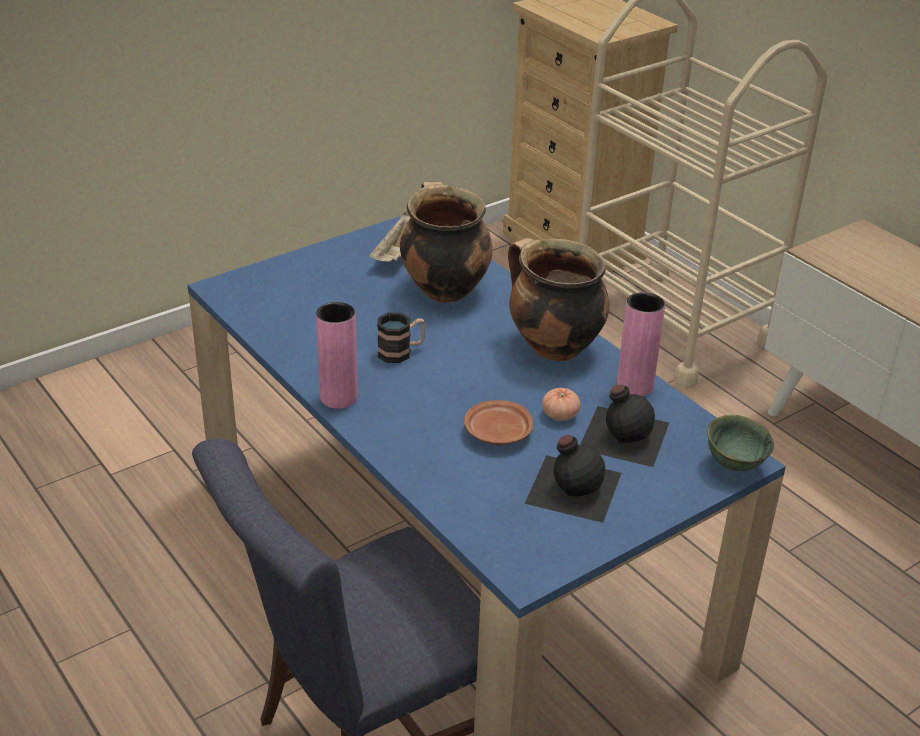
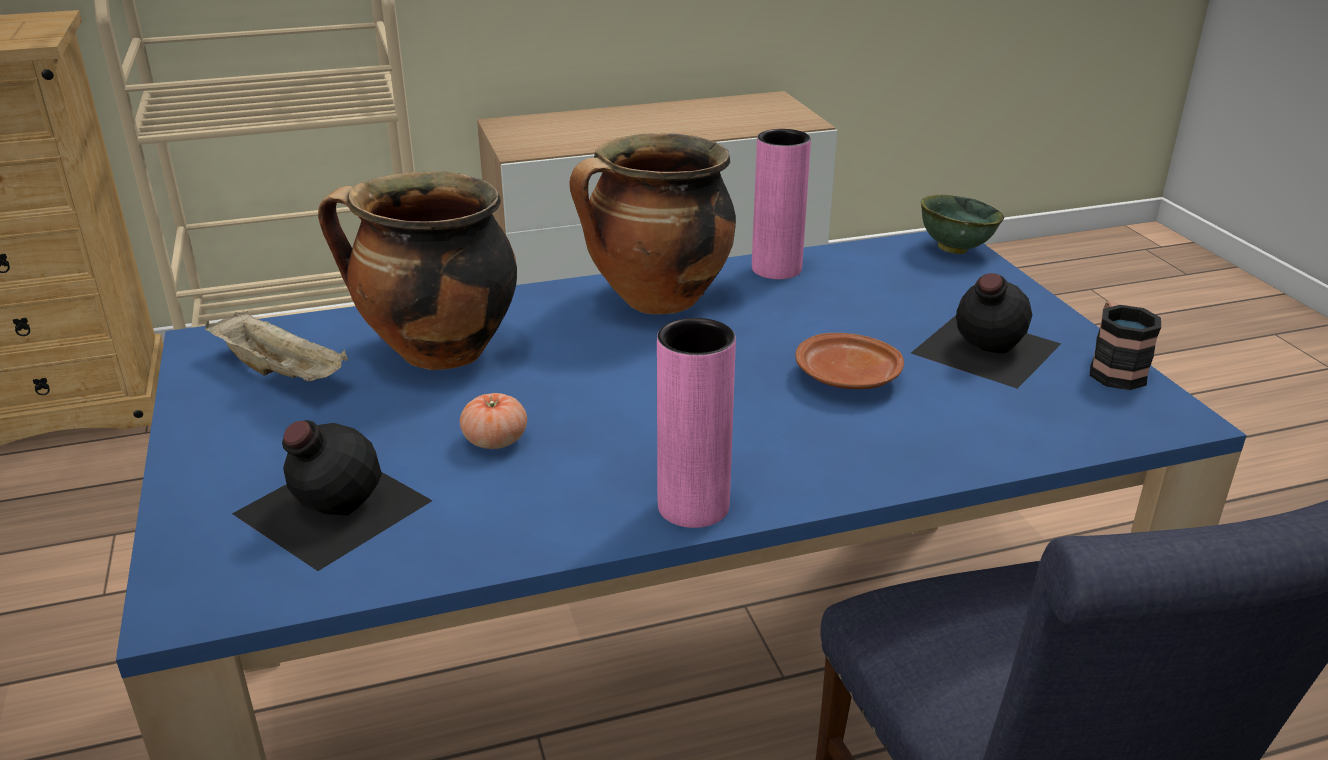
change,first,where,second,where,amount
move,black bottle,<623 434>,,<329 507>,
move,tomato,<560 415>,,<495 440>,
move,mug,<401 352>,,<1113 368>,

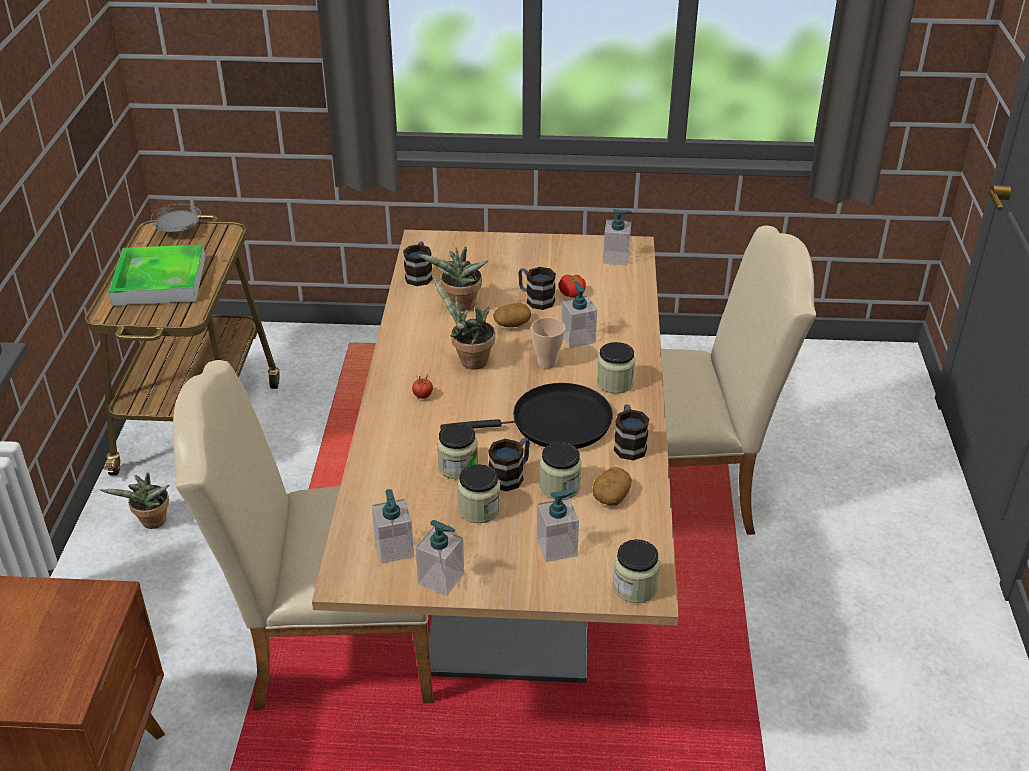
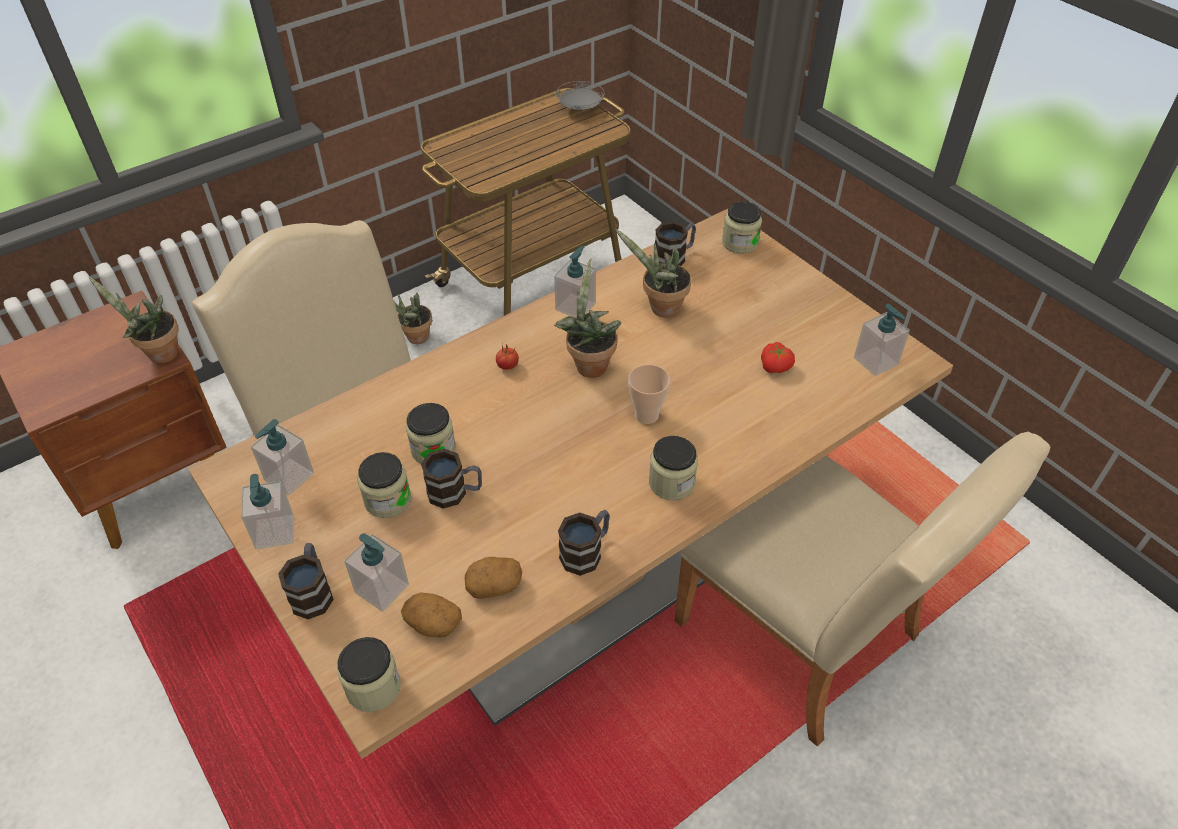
change,first,where,second,where,amount
insert,,,potted plant,<159 354>,
move,mug,<535 299>,,<313 591>,
move,potato,<512 324>,,<432 623>,
move,soap dispenser,<578 338>,,<575 306>,
move,jar,<559 487>,,<740 243>,
delete,tray,<160 280>,,,
delete,black frying pan,<554 423>,,,

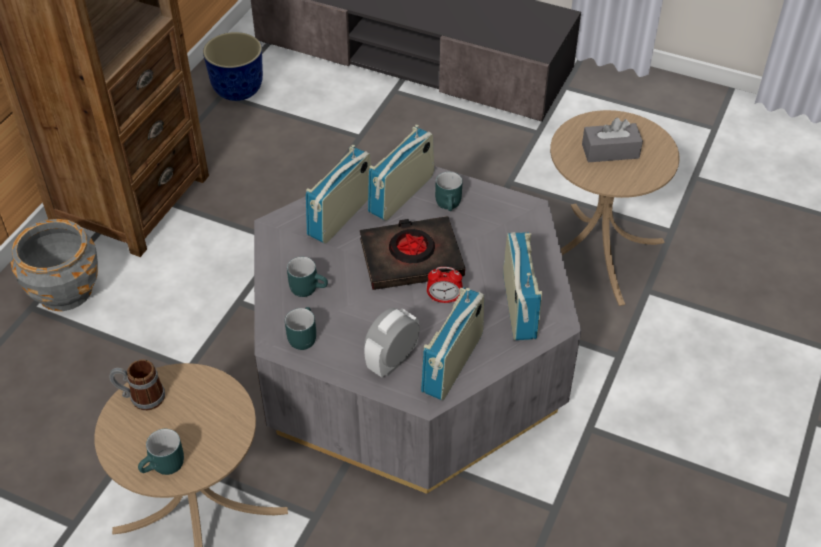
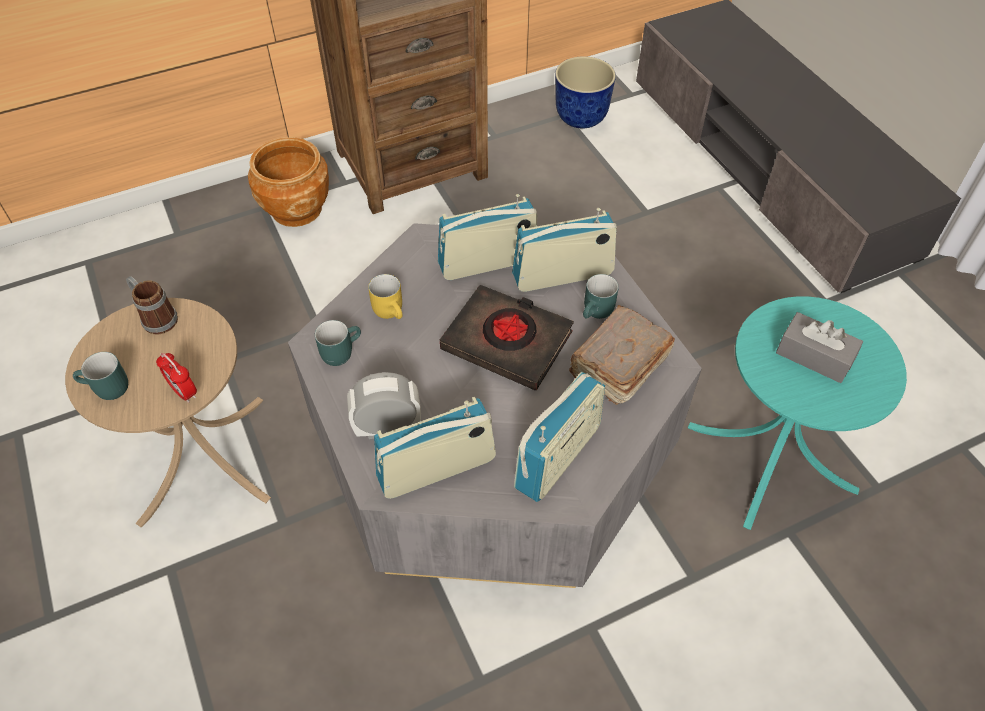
change,first,where,second,where,amount
move,alarm clock,<444 299>,,<184 392>,
recolor,grey planter,<65 290>,brown planter,<297 209>,
recolor,turquoise mug,<308 287>,yellow mug,<392 311>,
insert,,,brown book,<618 366>,
recolor,beige side table,<596 252>,turquoise side table,<771 457>,

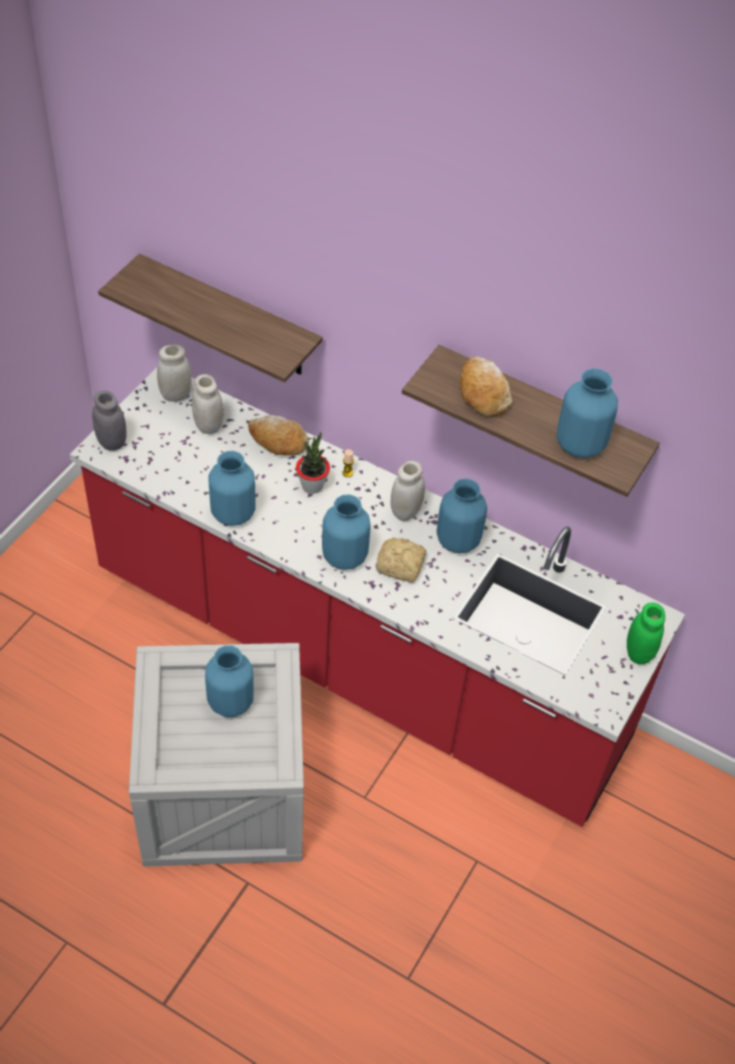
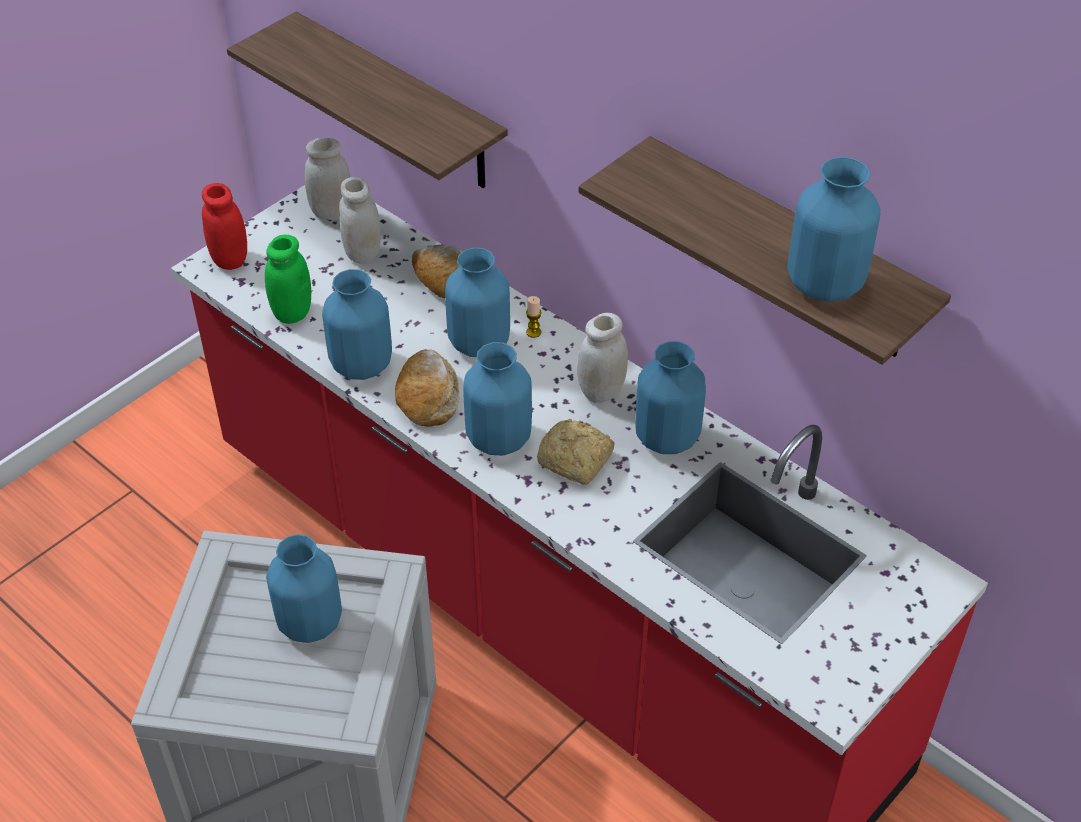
change,first,where,second,where,amount
recolor,grey jar,<112 442>,red jar,<230 259>,
move,green jar,<638 653>,,<292 312>,
move,bread,<482 393>,,<428 396>,
replace,potted plant,<312 485>,blue vase,<480 342>,

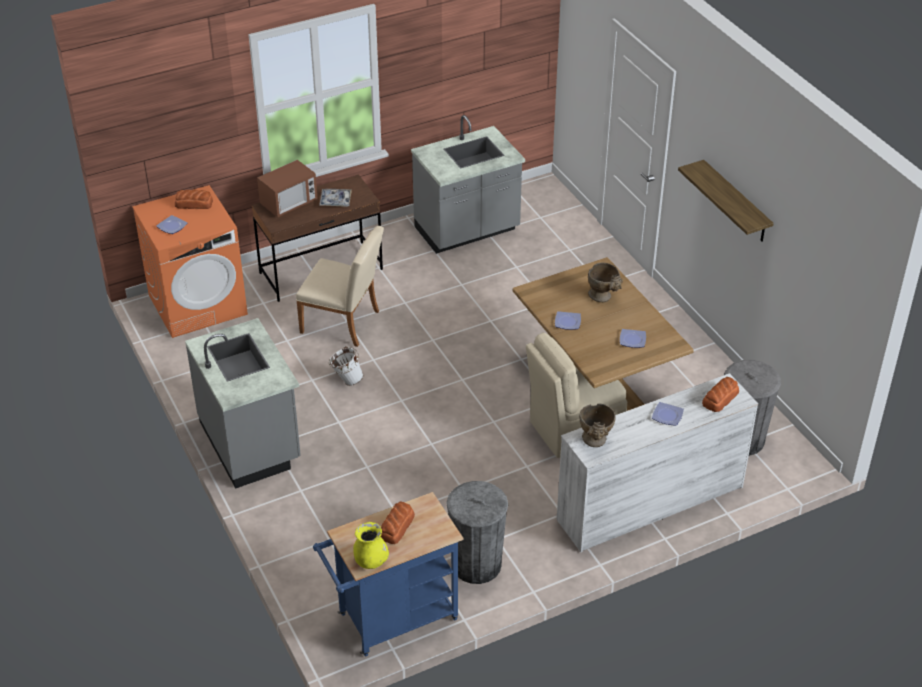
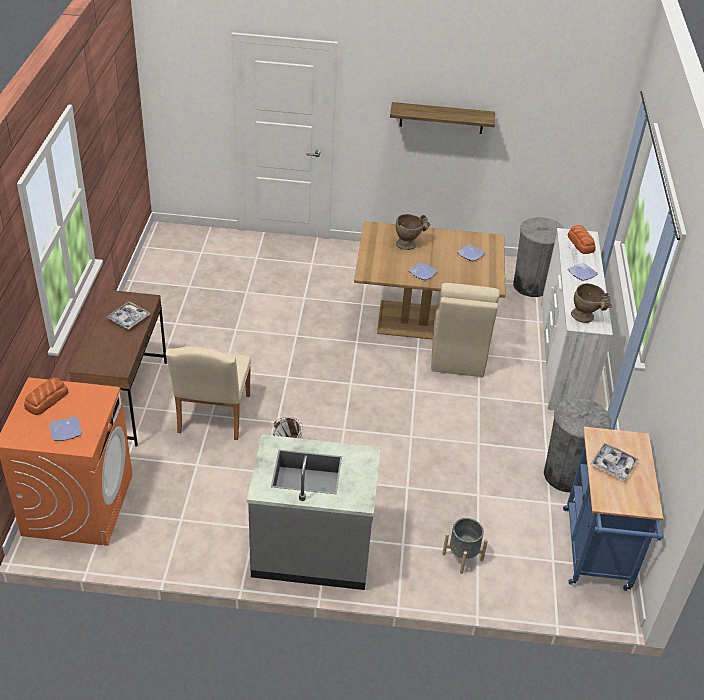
change,first,where,second,where,amount
rotate,beige chair,<345 323>,,<212 417>,135 degrees clockwise
insert,,,grey planter,<463 557>,
replace,bread,<397 526>,tray,<613 465>,
delete,microwave,<289 204>,,,
delete,yellow vase,<370 561>,,,
delete,grey counter,<467 231>,,,

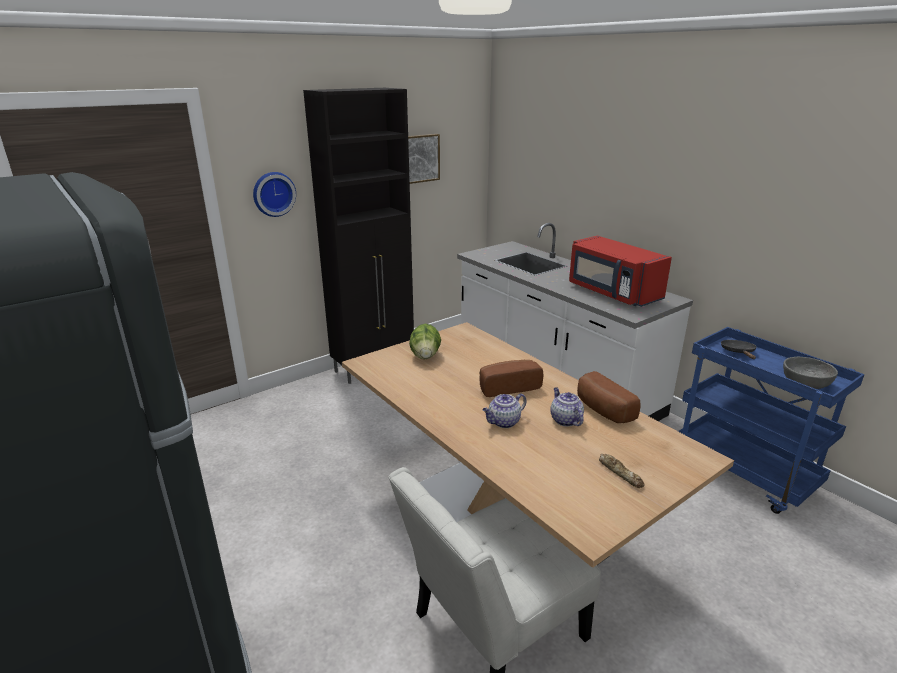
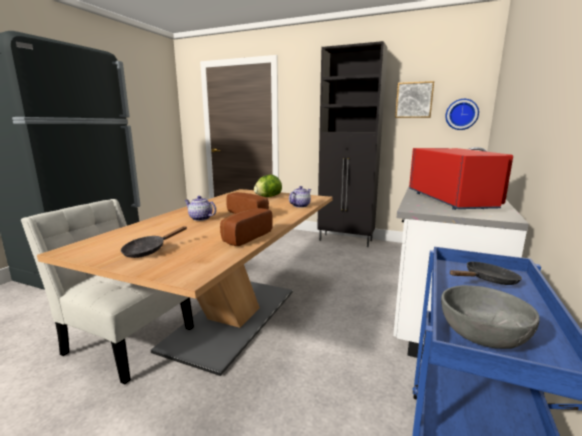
change,first,where,second,where,amount
replace,bread,<620 473>,black frying pan,<148 251>,
move,teapot,<565 420>,,<300 206>,
rotate,red microwave,<612 293>,,<452 200>,150 degrees clockwise
move,wall clock,<273 193>,,<461 114>,

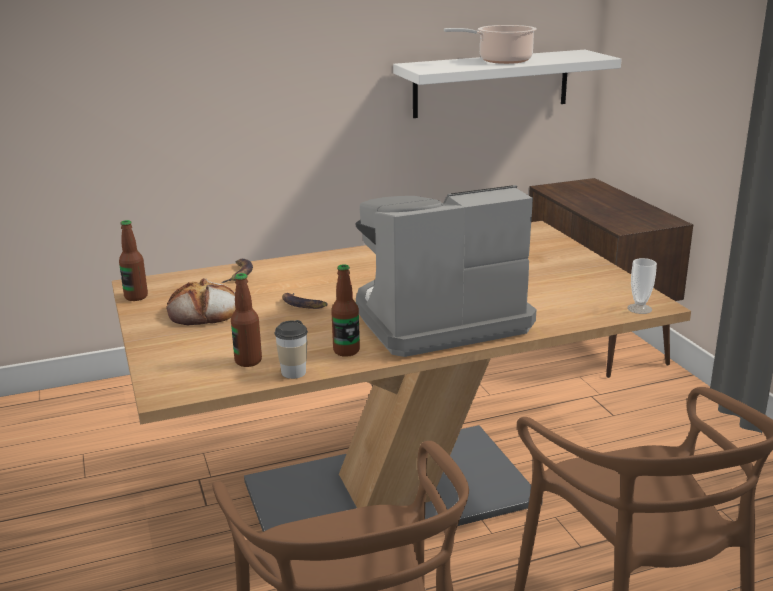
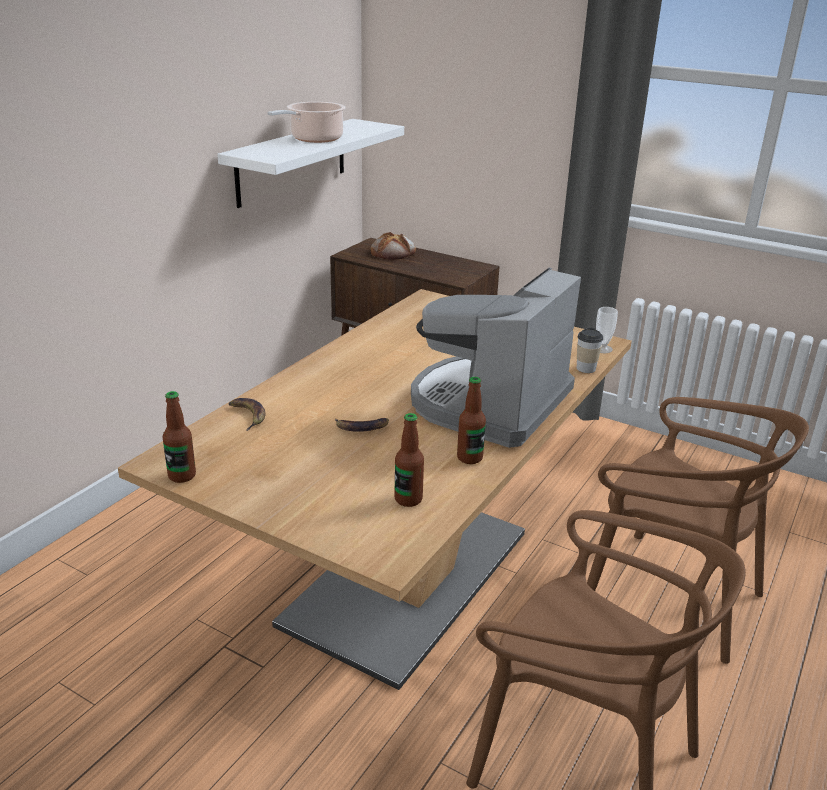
change,first,where,second,where,amount
move,bread,<205 311>,,<393 252>,
move,cup,<293 372>,,<586 368>,

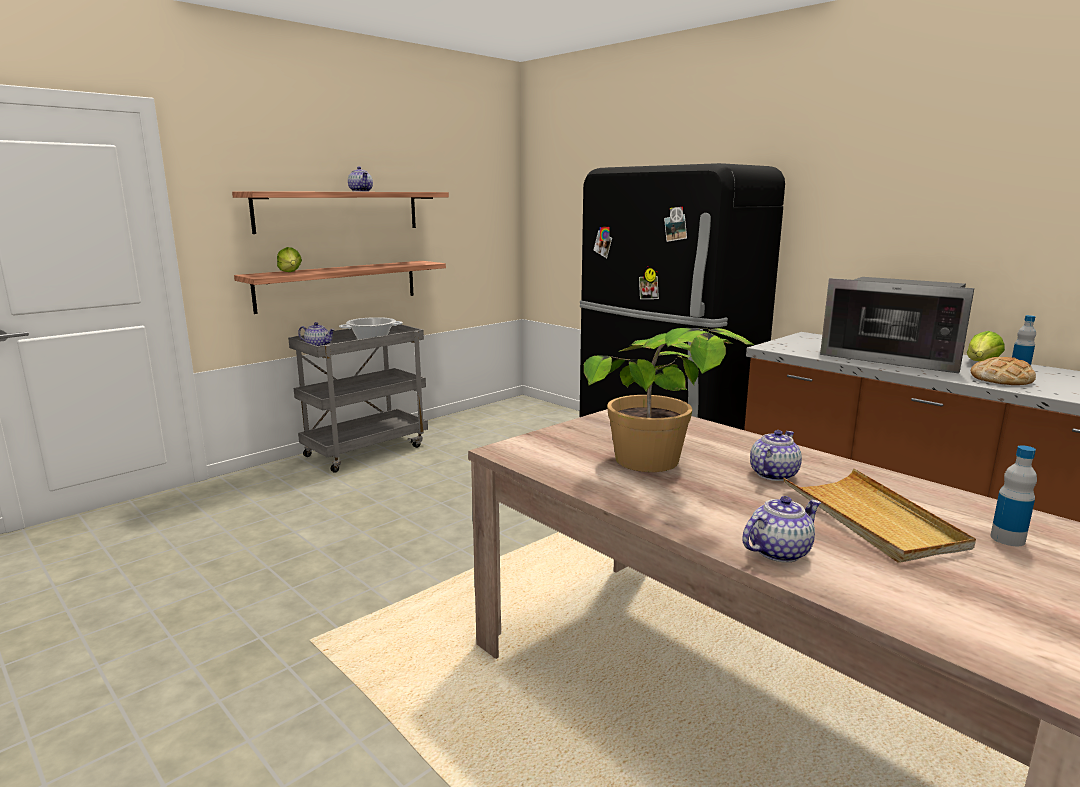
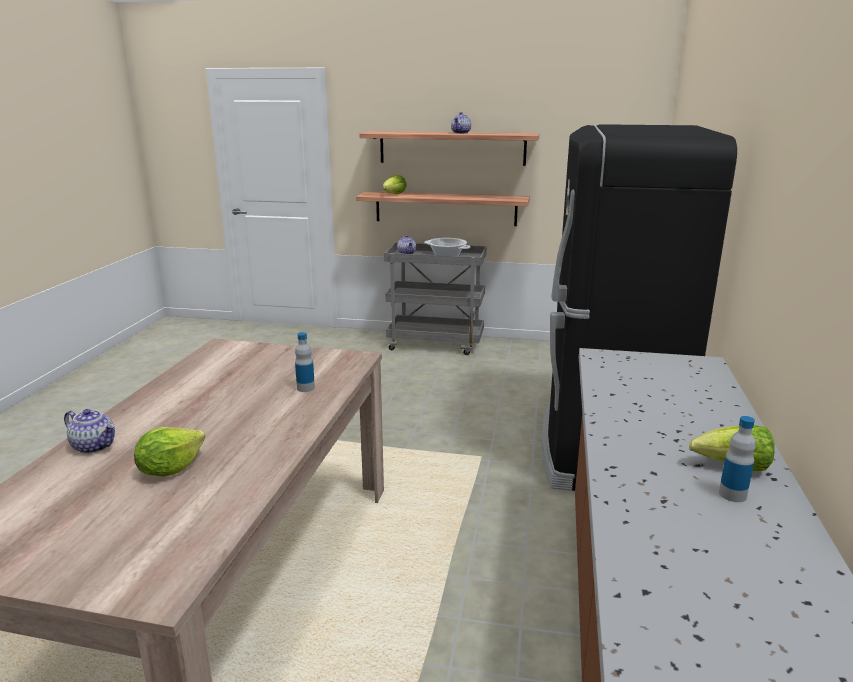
change,first,where,second,where,amount
replace,beige tray,<871 519>,lettuce,<170 469>,
move,bottle,<1007 539>,,<305 388>,
delete,potted plant,<658 473>,,,
delete,teapot,<772 475>,,,
delete,microwave,<893 357>,,,
delete,bread,<1001 379>,,,

